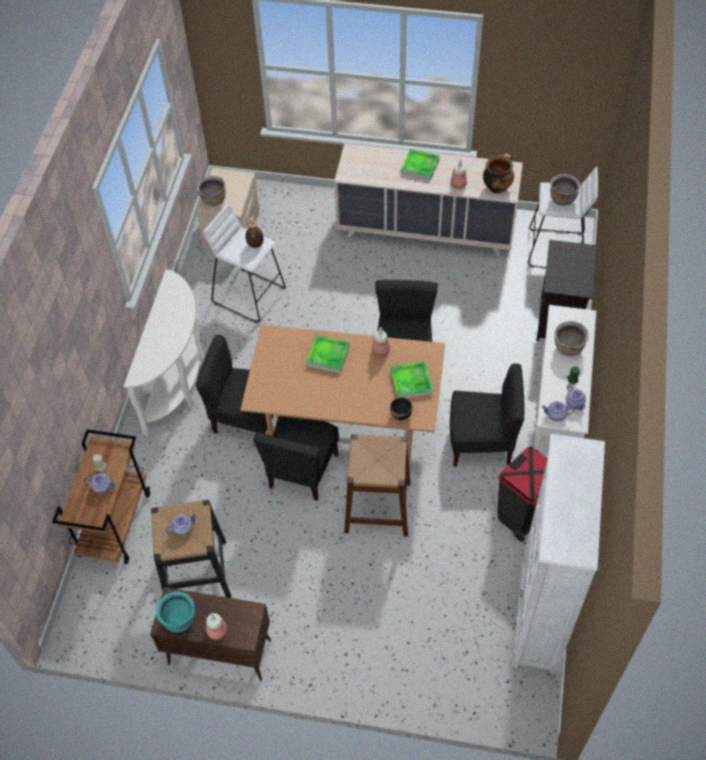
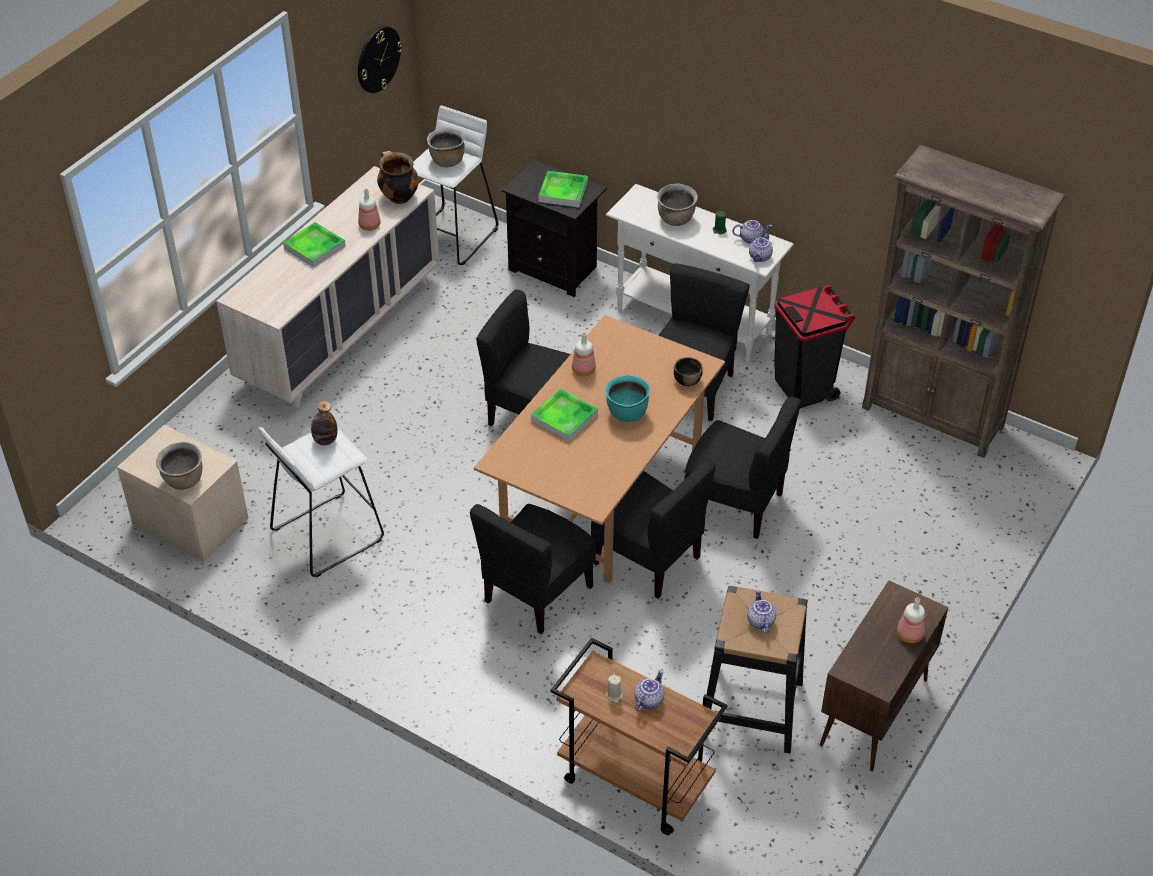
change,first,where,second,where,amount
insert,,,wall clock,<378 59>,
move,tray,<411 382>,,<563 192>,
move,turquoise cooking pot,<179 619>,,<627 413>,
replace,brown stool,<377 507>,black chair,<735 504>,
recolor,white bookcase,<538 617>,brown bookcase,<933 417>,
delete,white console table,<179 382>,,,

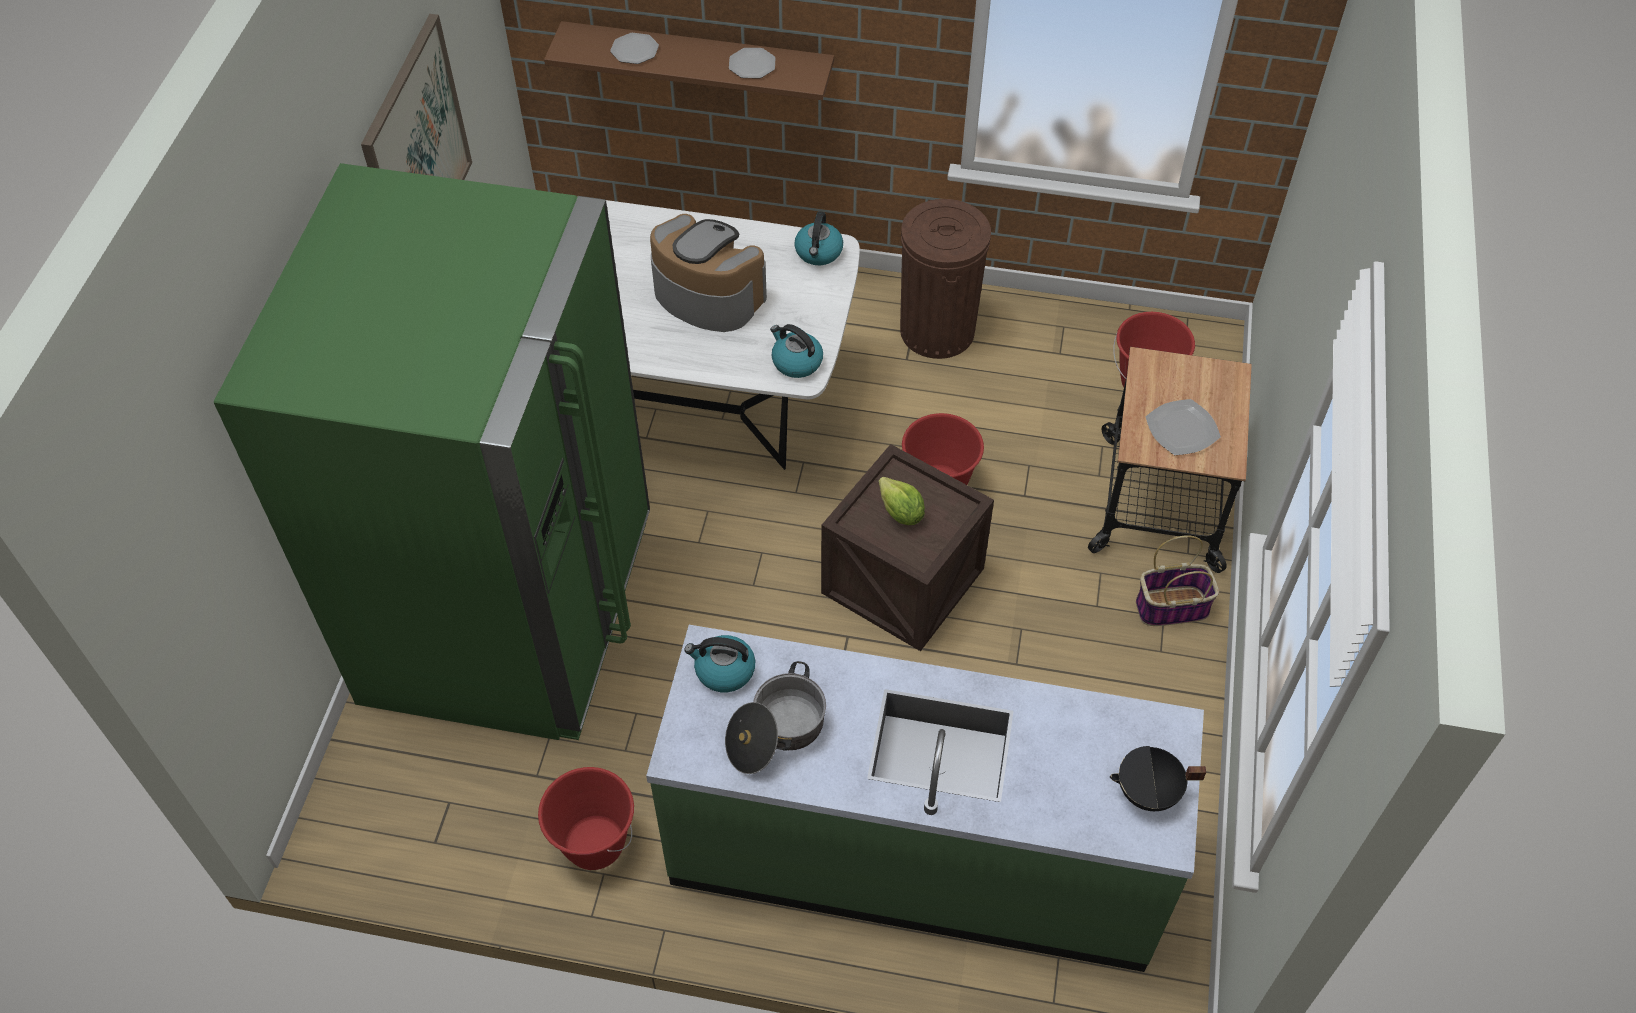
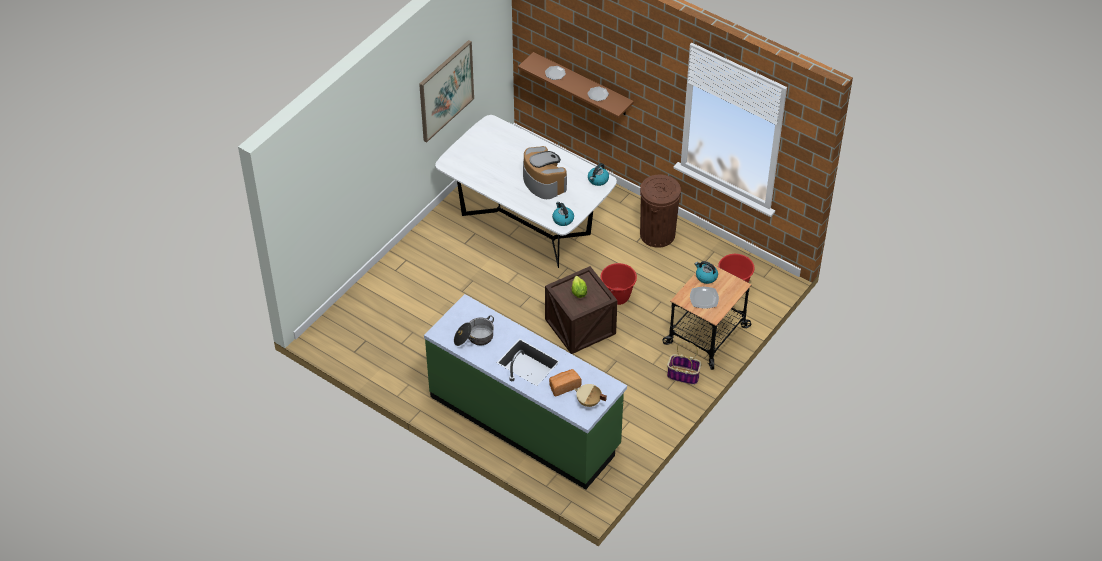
change,first,where,second,where,amount
insert,,,bread,<564 386>,
recolor,black cooking pot,<1148 793>,beige cooking pot,<588 402>,
move,kettle,<723 671>,,<706 277>,
delete,green fridge,<509 611>,,,
delete,red bucket,<594 843>,,,

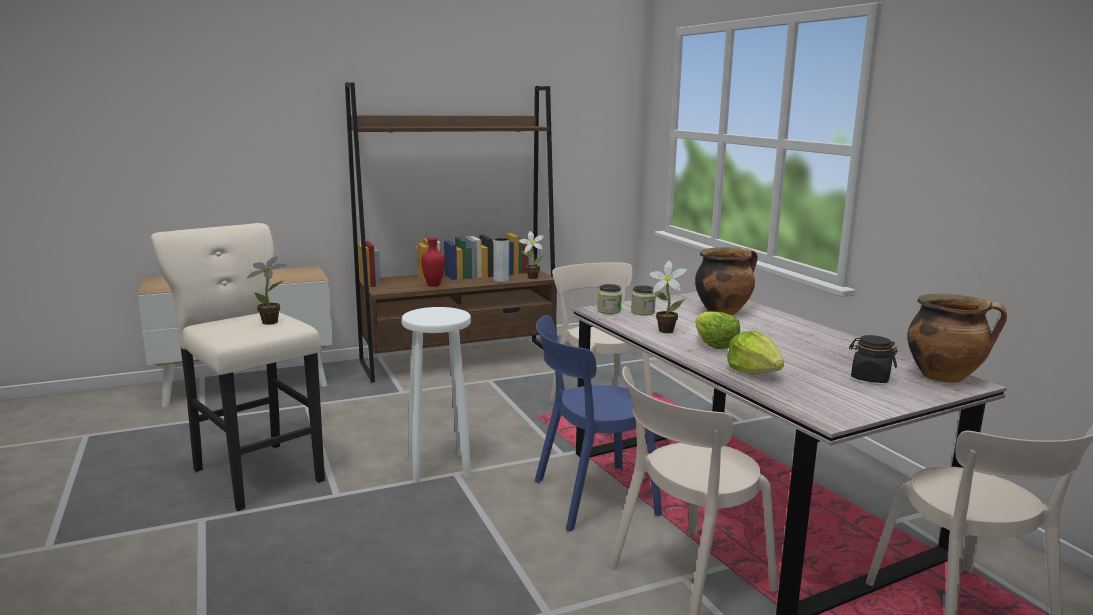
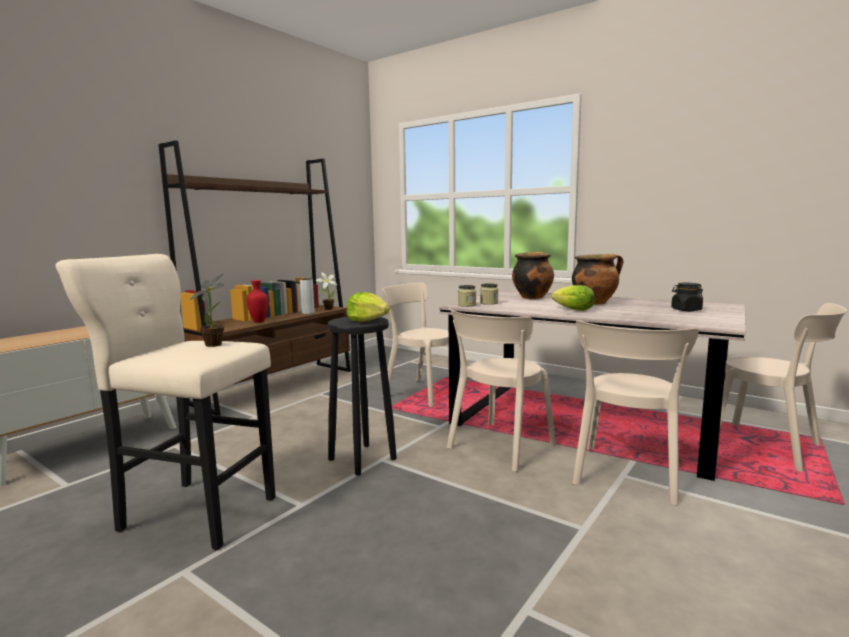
change,first,where,second,where,amount
recolor,white stool,<440 467>,black stool,<363 458>,
move,lettuce,<754 372>,,<368 321>,
recolor,blue chair,<589 498>,beige chair,<498 447>,
move,cooking pot,<945 377>,,<594 303>,
delete,potted plant,<664 330>,,,

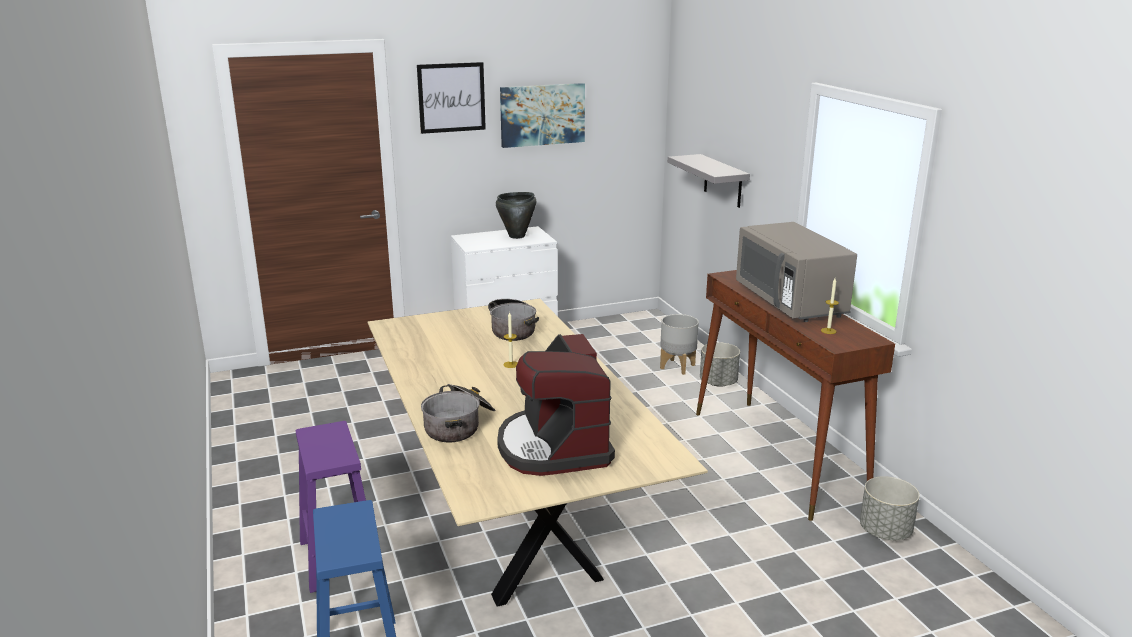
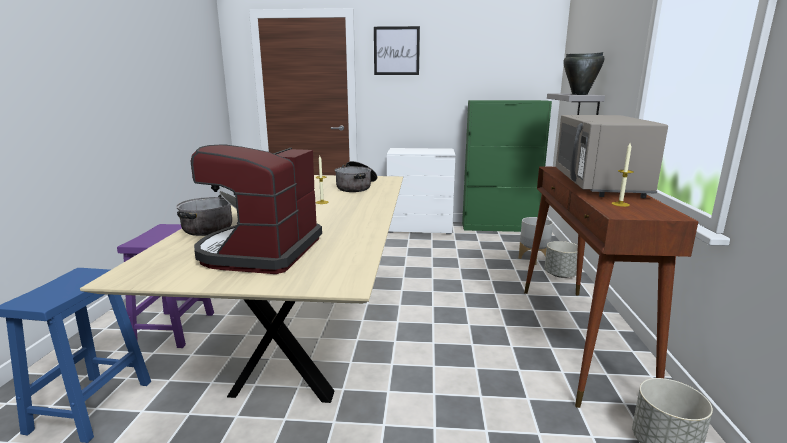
change,first,where,second,where,amount
insert,,,green cabinet,<499 227>,
move,black cooking pot,<517 236>,,<580 94>,
delete,picture,<542 114>,,,

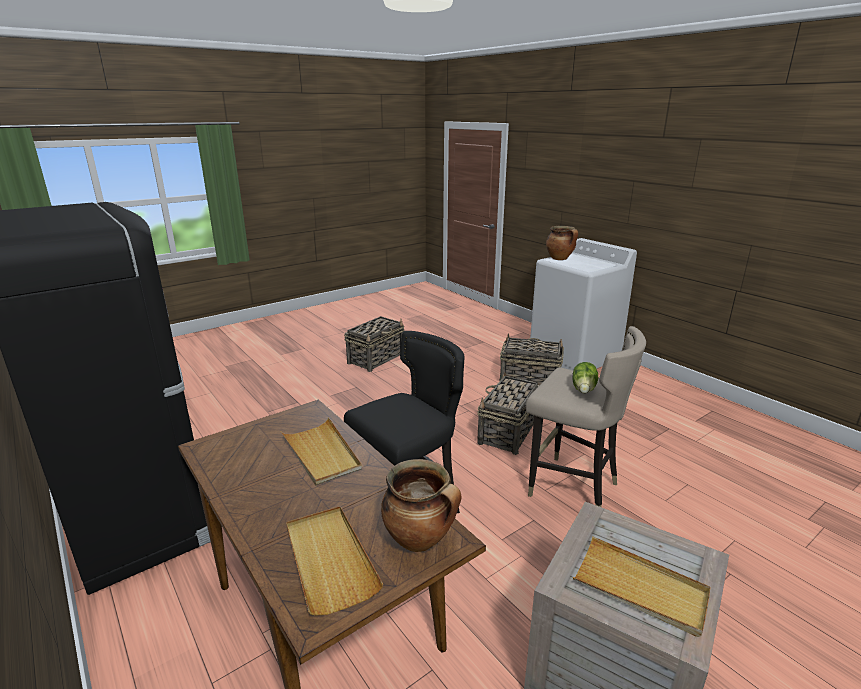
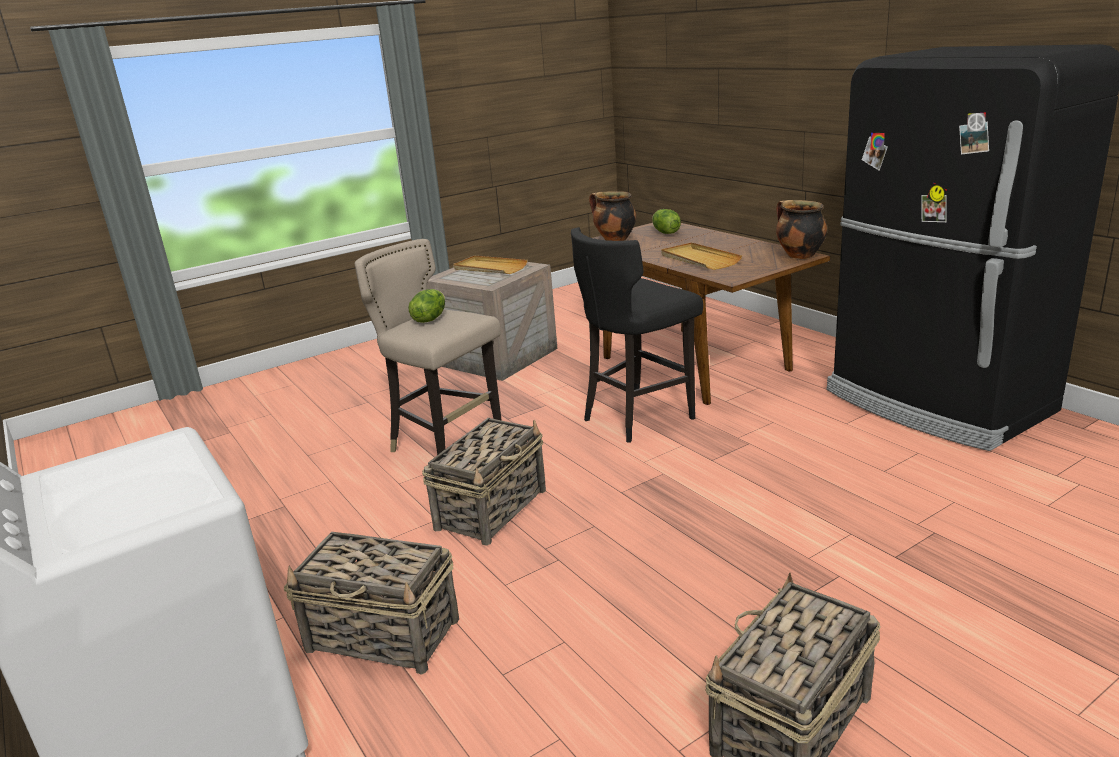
change,first,where,second,where,amount
replace,beige tray,<329 560>,lettuce,<665 232>,
move,cooking pot,<560 258>,,<798 255>,

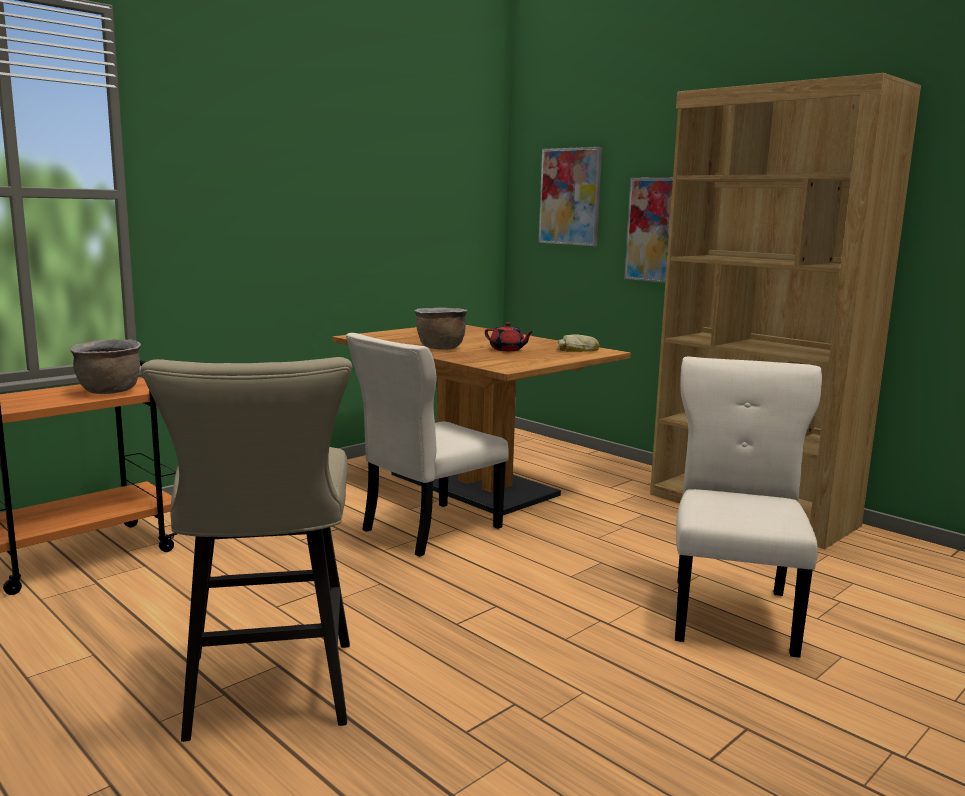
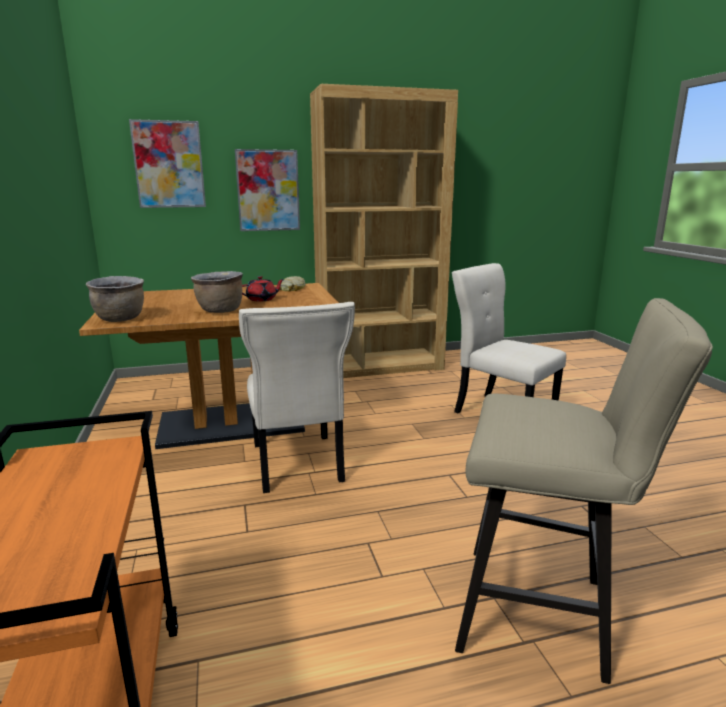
change,first,where,second,where,amount
move,brown cooking pot,<109 392>,,<121 319>,

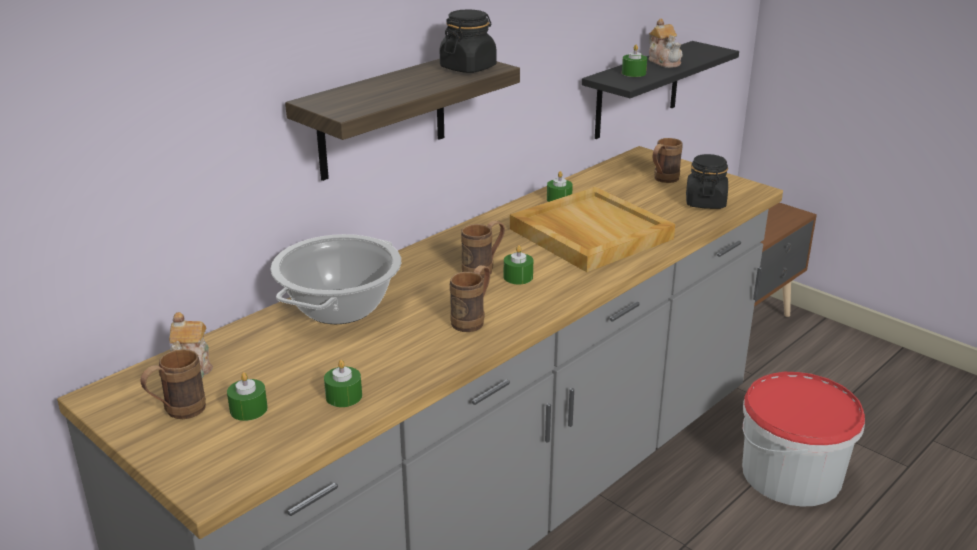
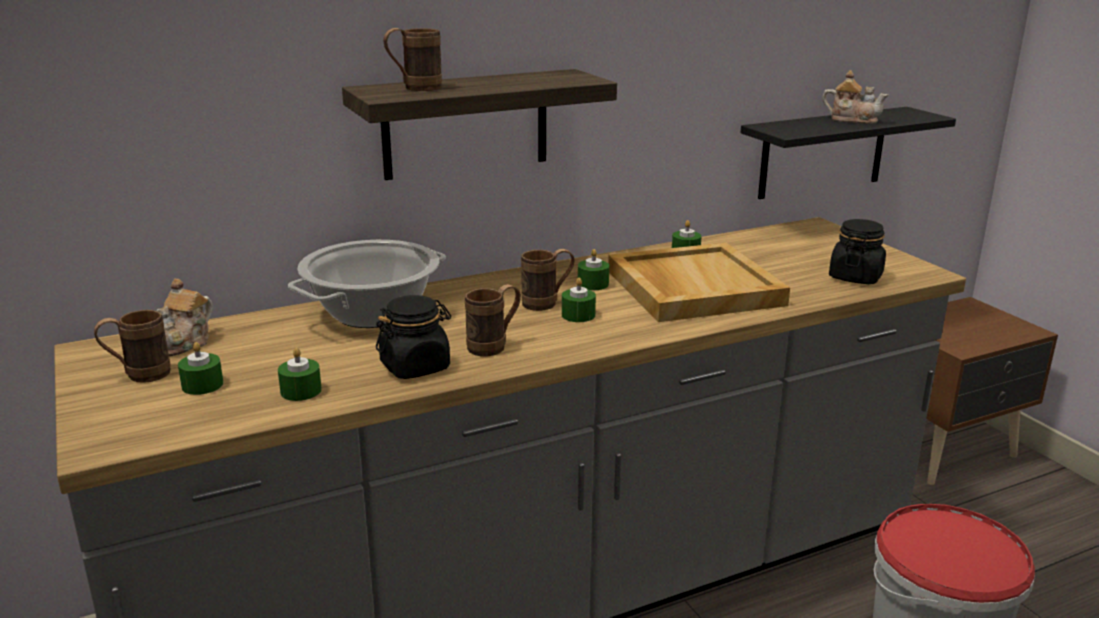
change,first,where,second,where,amount
move,black jar,<468 68>,,<415 367>,
move,brown mug,<662 180>,,<414 88>,
move,green candle,<633 73>,,<593 284>,
rotate,teapot,<664 61>,,<852 120>,60 degrees counterclockwise

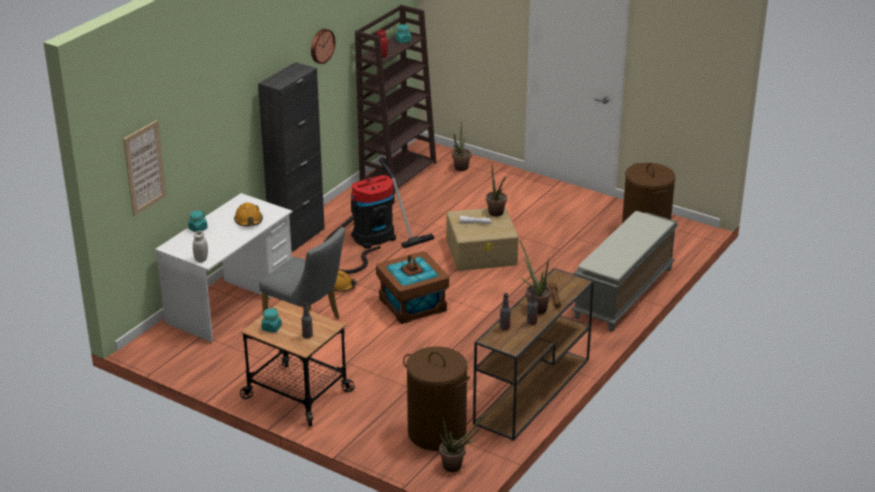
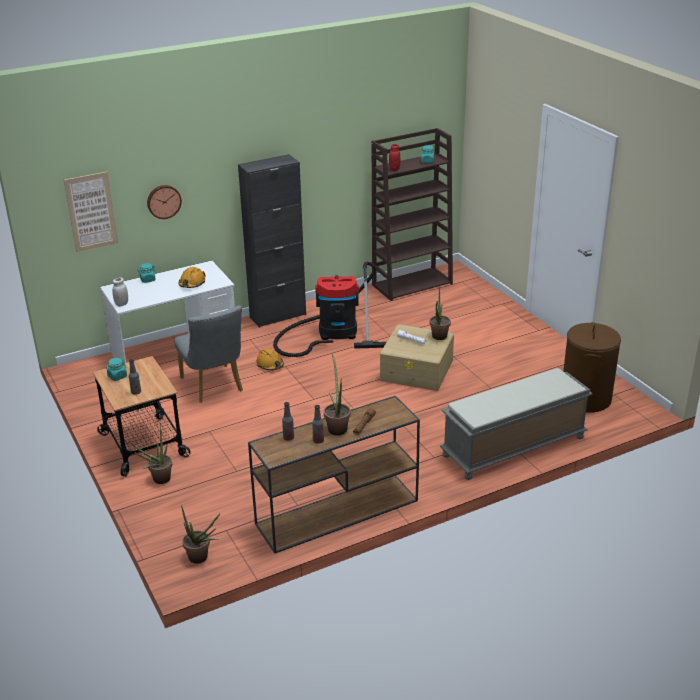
change,first,where,second,where,amount
move,potted plant,<460 169>,,<158 480>,
move,wall clock,<321 45>,,<163 201>,
delete,brown storage box,<412 305>,,,
delete,brown laundry basket,<436 433>,,,

